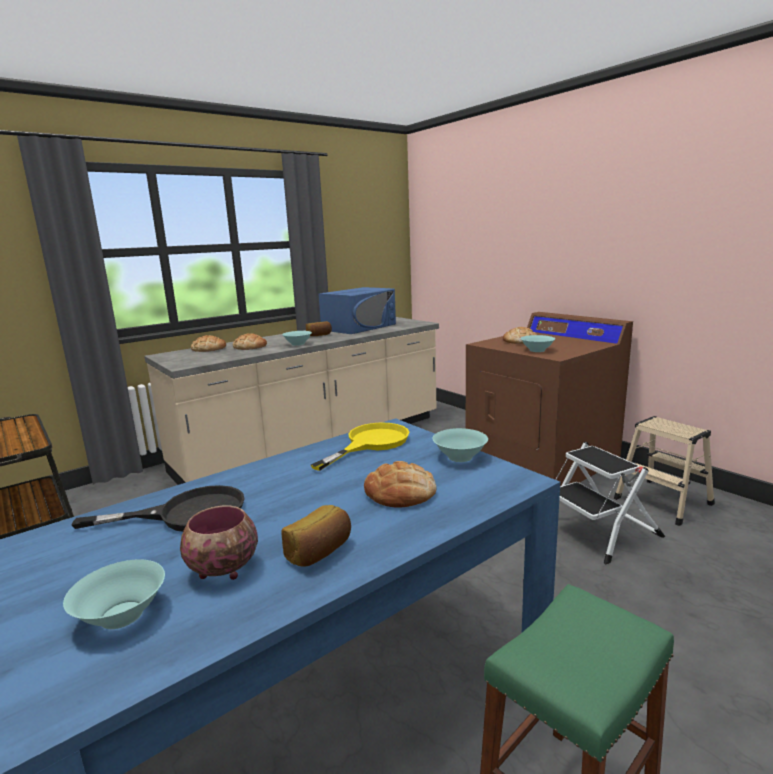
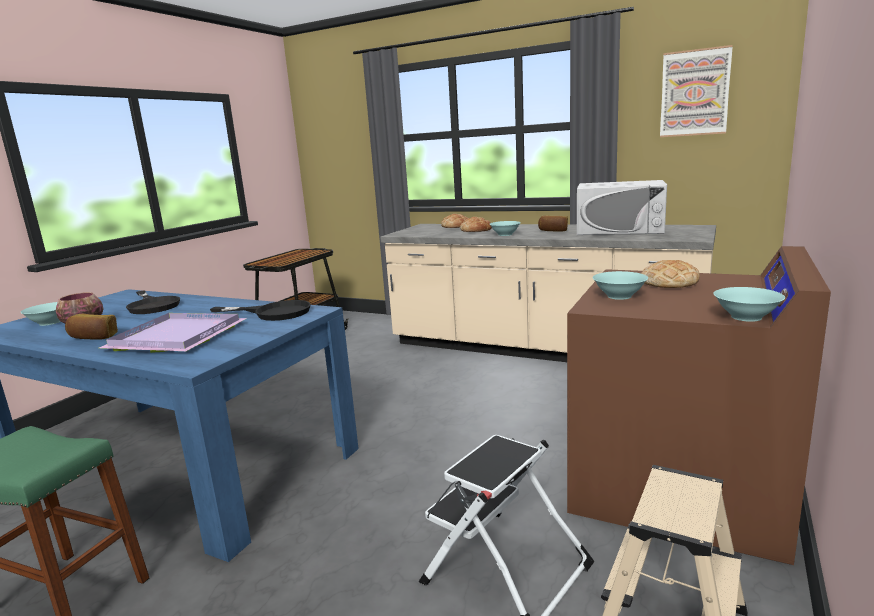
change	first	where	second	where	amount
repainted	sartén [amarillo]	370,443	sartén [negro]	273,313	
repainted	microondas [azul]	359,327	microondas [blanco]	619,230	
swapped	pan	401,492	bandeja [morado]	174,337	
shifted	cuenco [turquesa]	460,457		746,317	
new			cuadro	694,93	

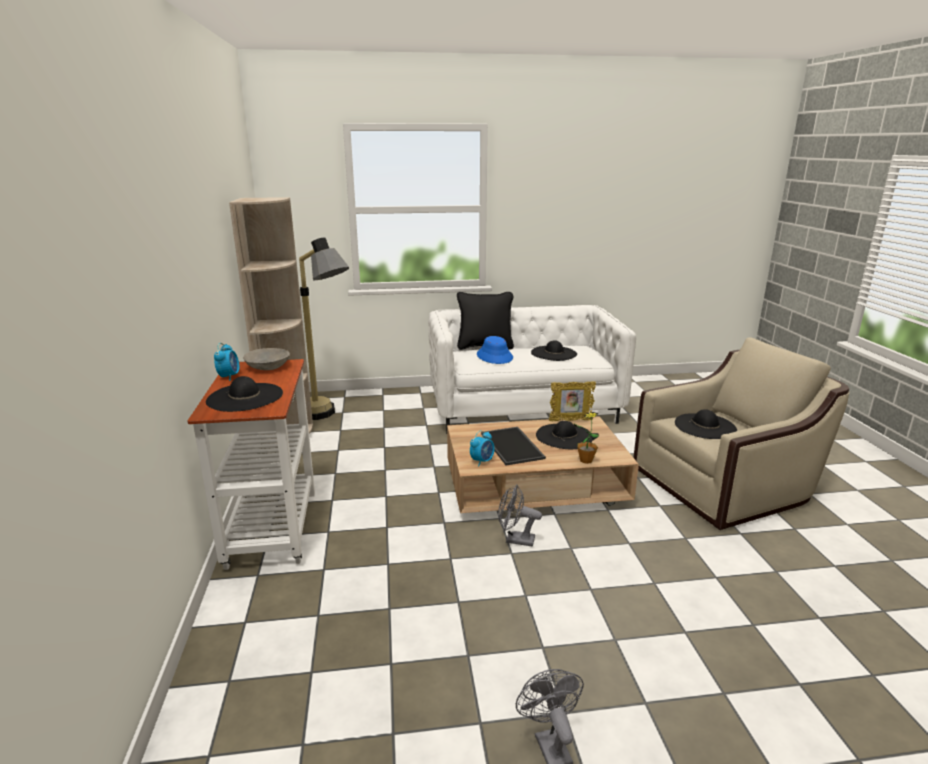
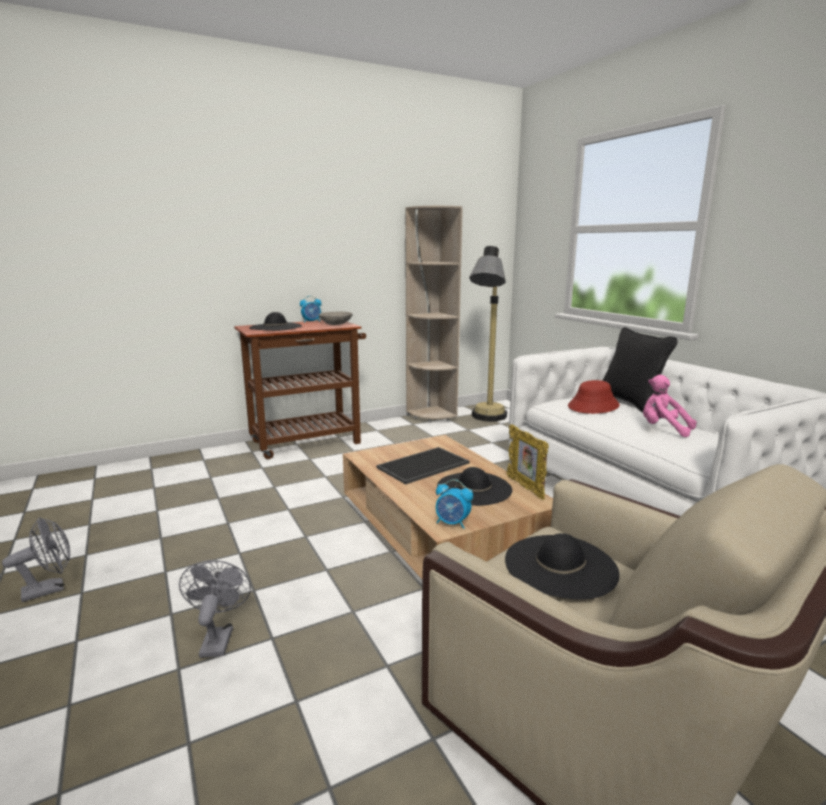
change	first	where	second	where	amount
repainted	carrito [blanco]	273,527	carrito [marrón]	307,442	
shifted	despertador	482,461		452,523	
repainted	sombrero [azul]	495,356	sombrero [rojo]	593,406	
shifted	ventilador [gris]	515,540		218,638	
swapped	sombrero [negro]	553,353	peluche [rosa]	663,429	
gone	planta en maceta	586,460			

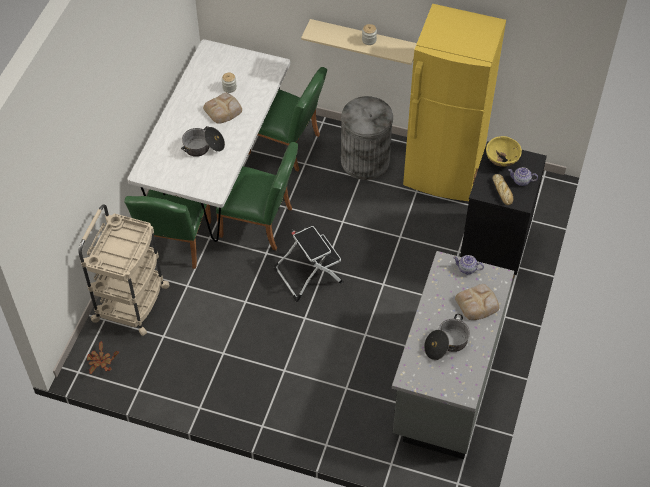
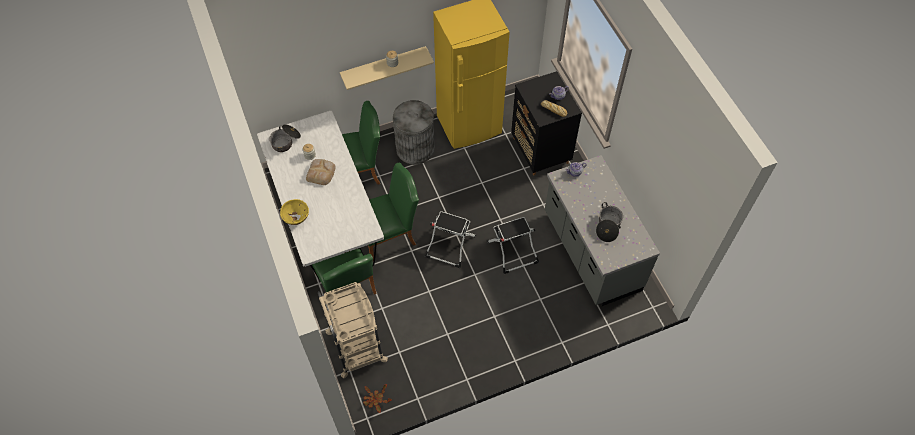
change	first	where	second	where	amount
shifted	olla	203,147		286,141	
gone	pan	478,304			
shifted	cuenco [amarillo]	501,160		296,218	
new			escalera de tijera	513,250	

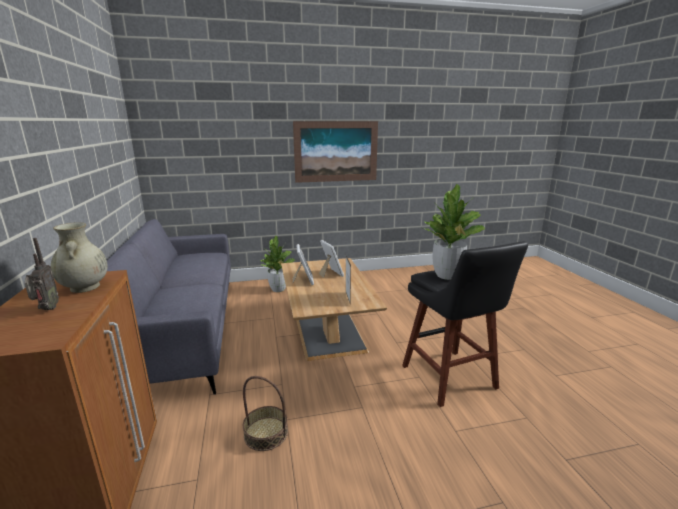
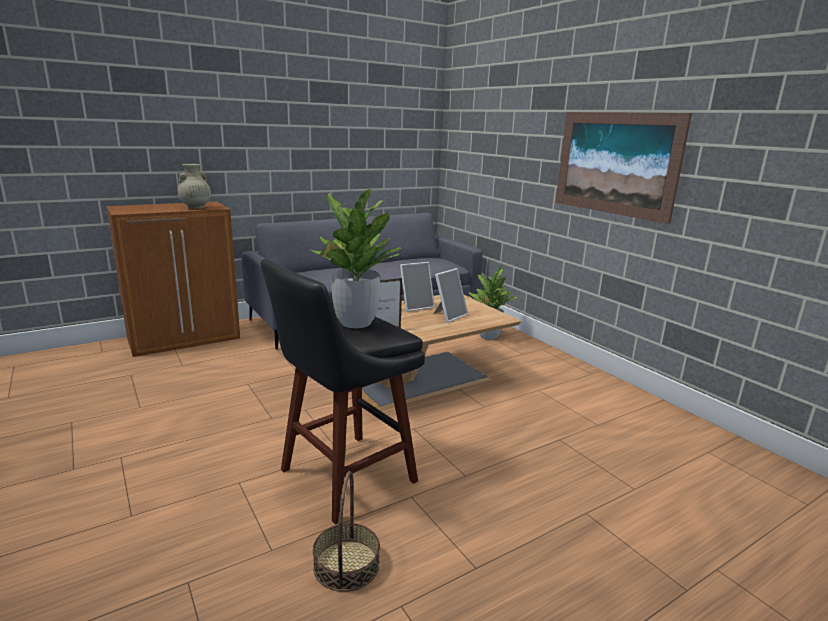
change	first	where	second	where	amount
gone	radio	47,309			
shifted	cesta	266,433		346,565	

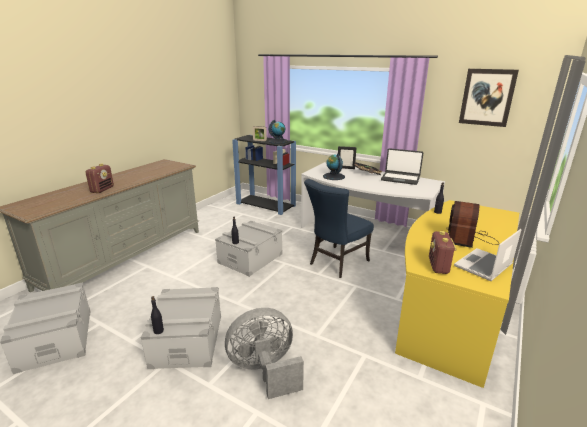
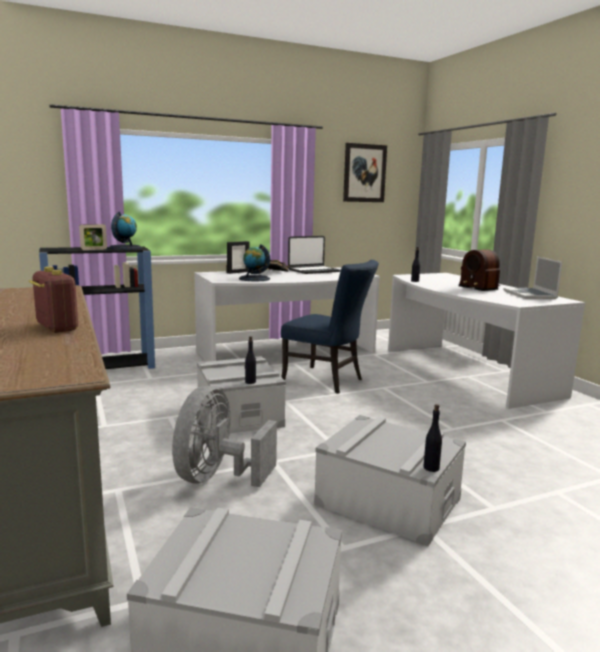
change	first	where	second	where	amount
shifted	ventilador [gris]	265,371		217,478	
rotated	silla [azul]	336,263		327,381	45 degrees counterclockwise
repainted	escritorio [amarillo]	449,309	escritorio [blanco]	463,372	
gone	radio	438,266			

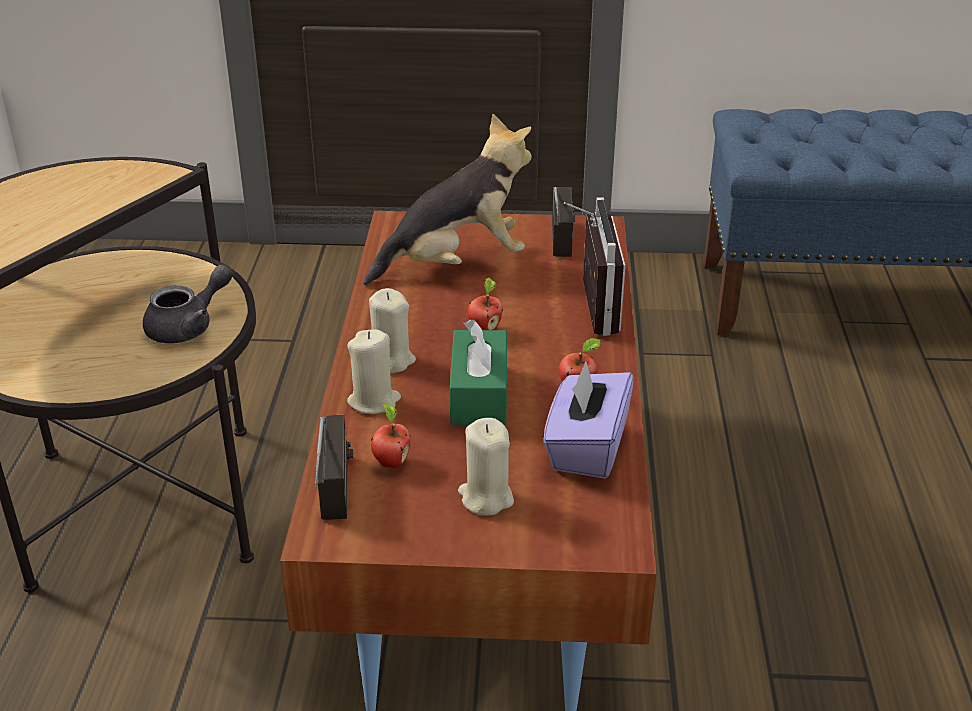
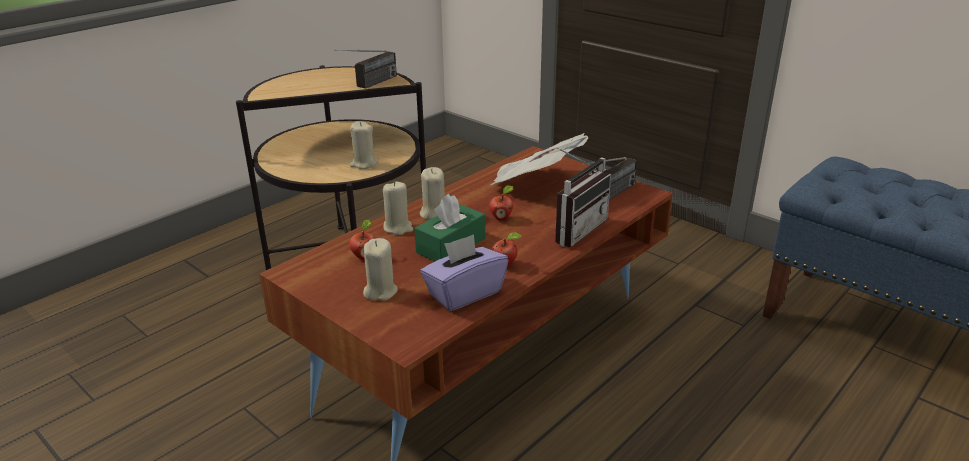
change	first	where	second	where	amount
swapped	tetera [gris]	189,327	vela [beis]	363,164	
shifted	radio	337,504		369,84	
swapped	peluche	456,263	periódico	536,183	

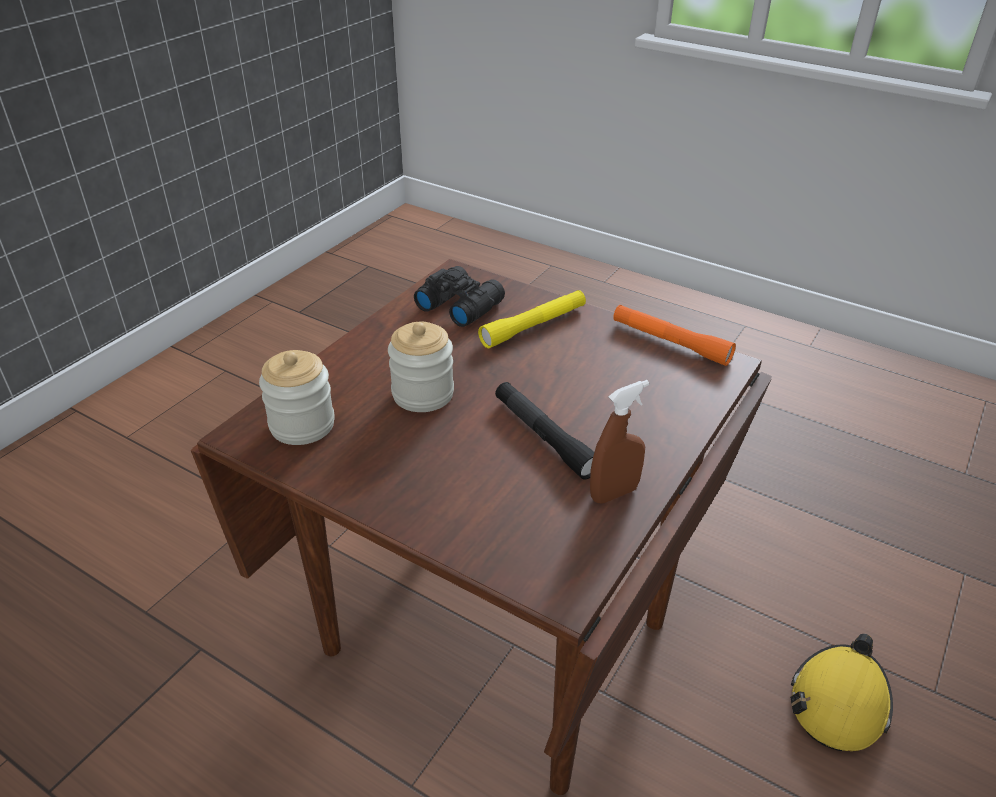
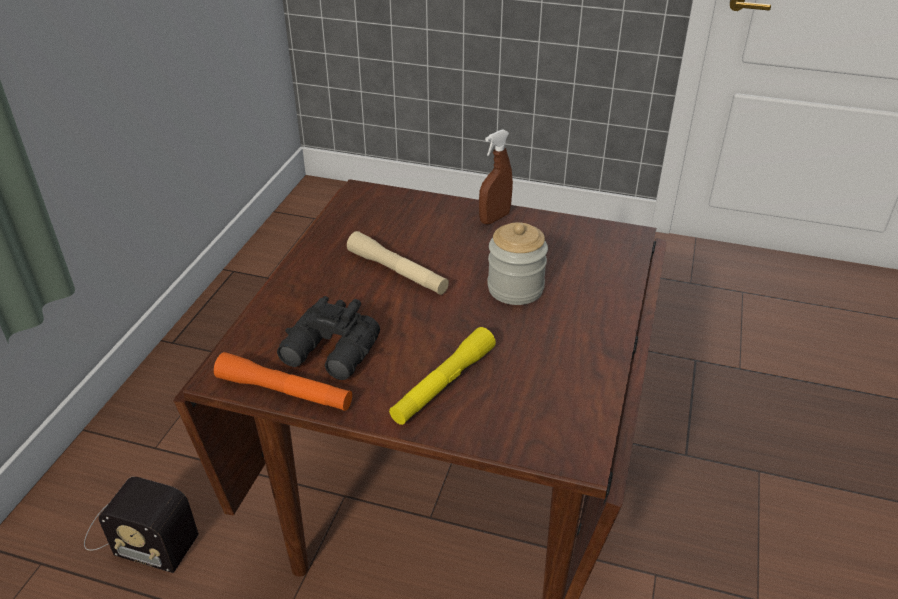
change	first	where	second	where	amount
gone	tarro	302,425			
shifted	prismáticos [negro]	459,305		331,353	
repainted	linterna [negro]	544,437	linterna [beis]	397,272	
shifted	pulverizador [marrón]	614,493		494,218	
swapped	casco [amarillo]	839,702	radio	138,533	

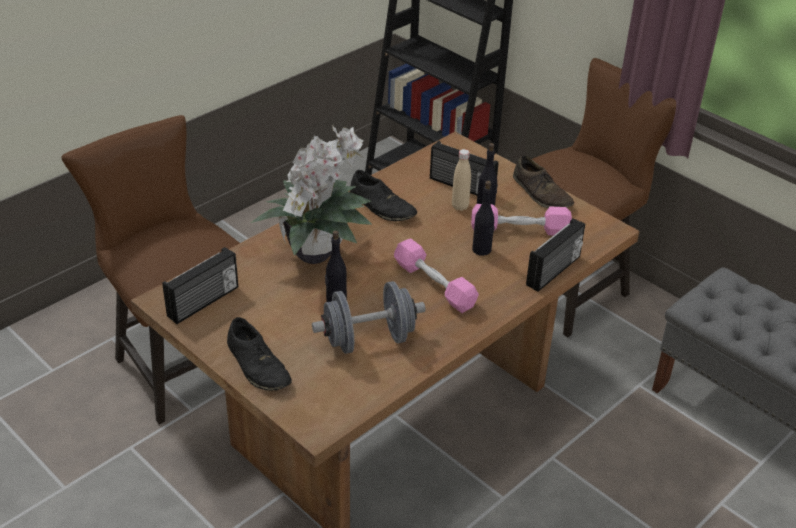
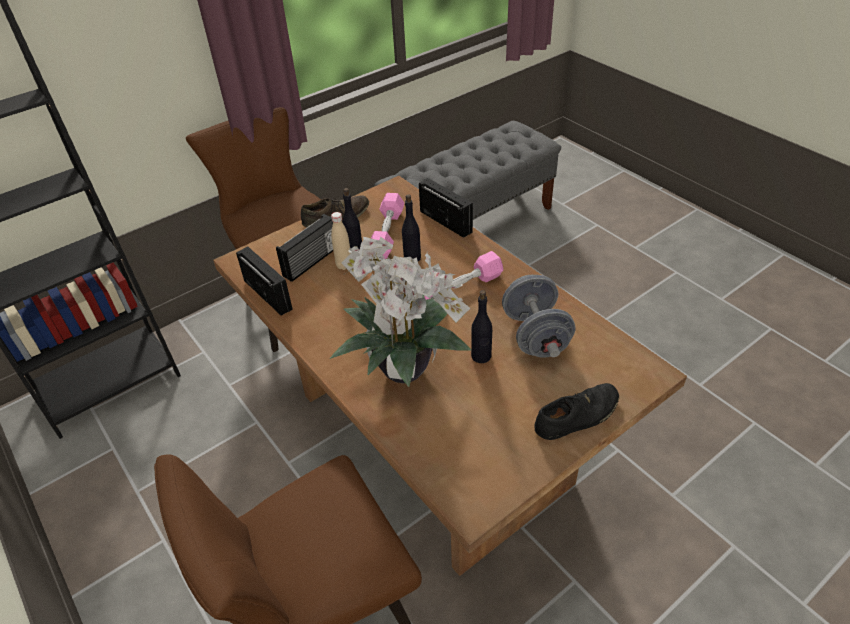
change	first	where	second	where	amount
shifted	radio	204,302		269,294	
gone	zapato [negro]	382,206			

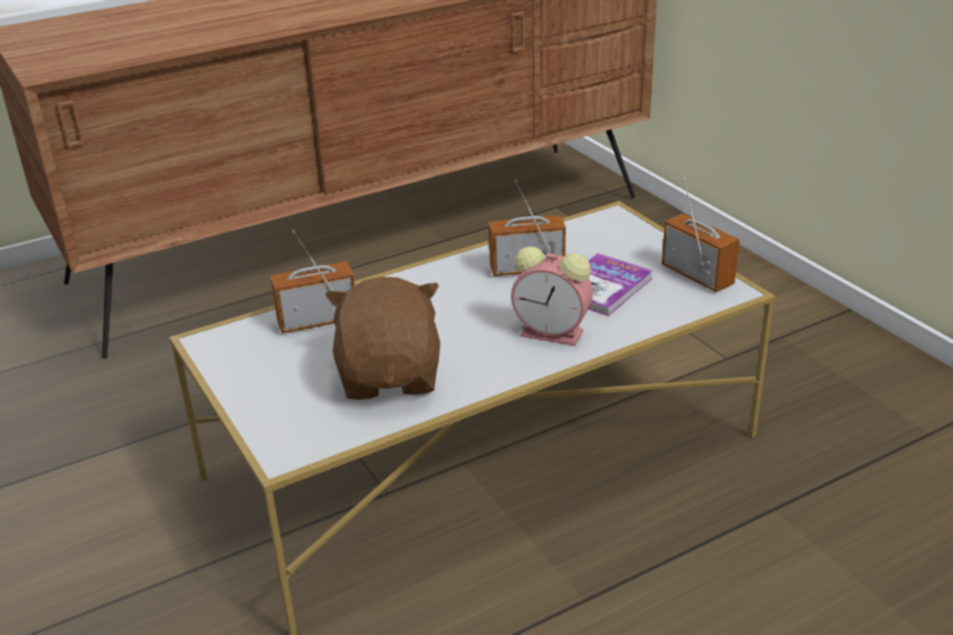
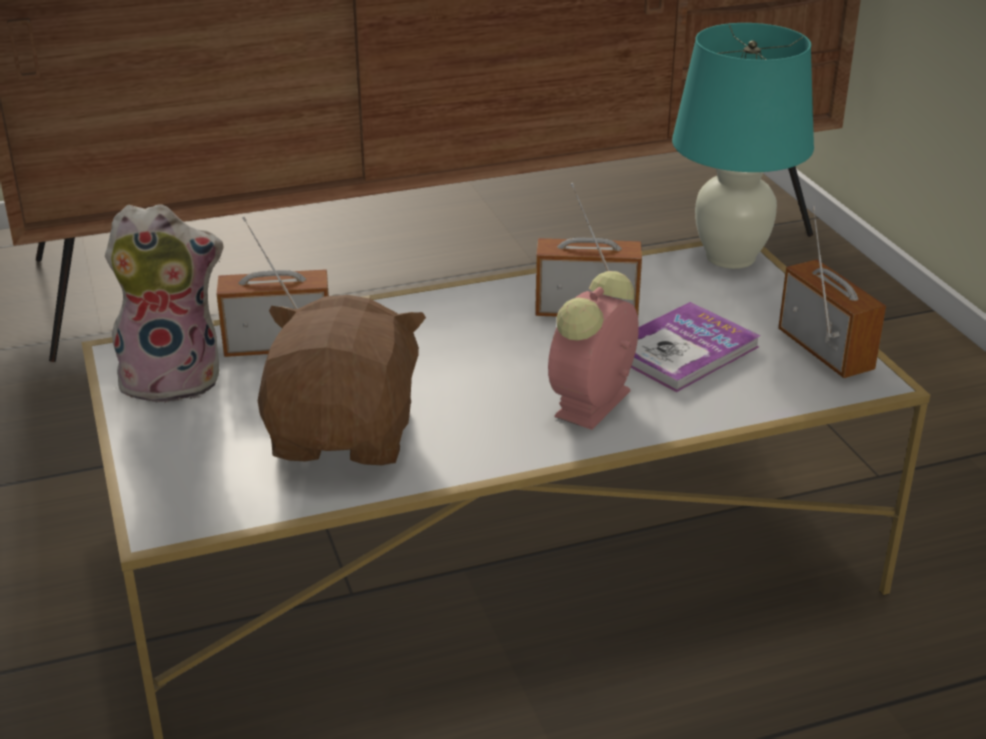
change	first	where	second	where	amount
rotated	despertador	554,333		592,406	90 degrees clockwise
new			peluche	174,379	
new			lámpara de mesa [turquesa]	730,257	

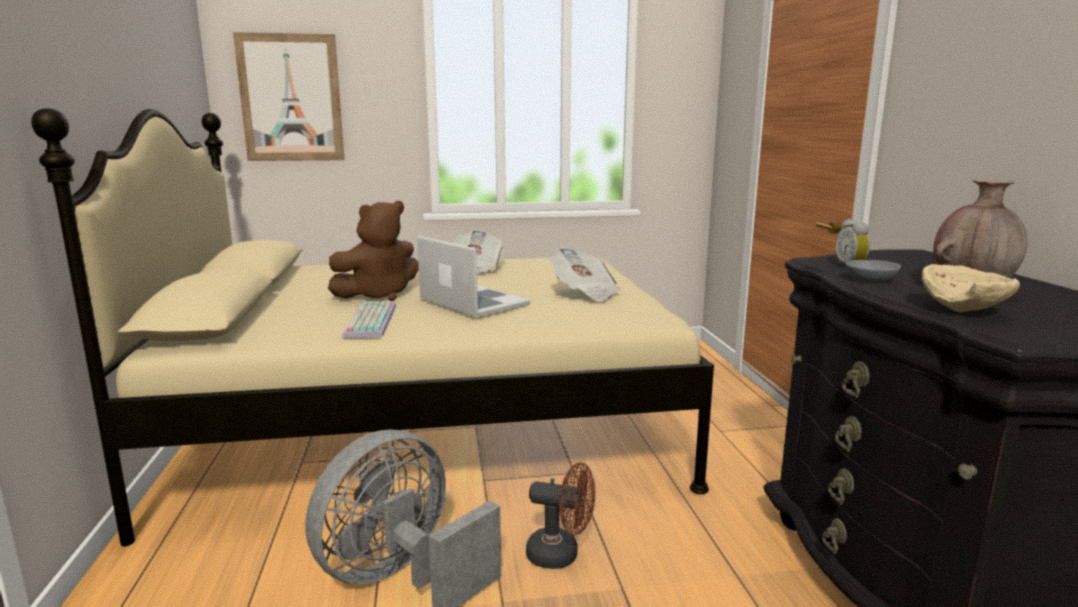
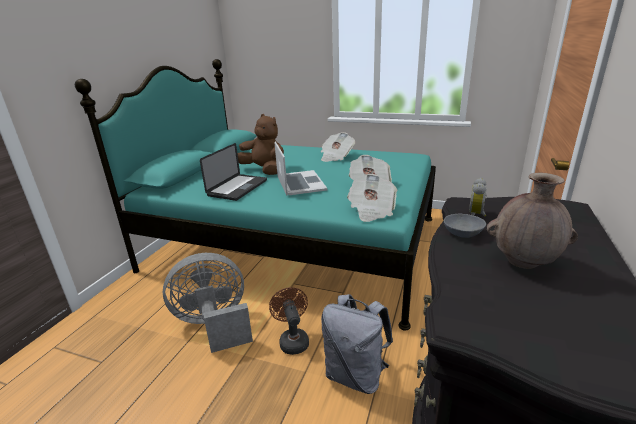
change	first	where	second	where	amount
repainted	cama [beis]	431,426	cama [turquesa]	295,243	
gone	cuadro	291,98			
rotated	peluche [marrón]	378,295		264,170	135 degrees counterclockwise
swapped	teclado	369,320	portátil	238,188	
rotated	ventilador [marrón]	561,555		292,340	150 degrees counterclockwise
gone	cuenco [beis]	965,311			
new			mochila [gris]	356,375	
new			periódico	371,210	

